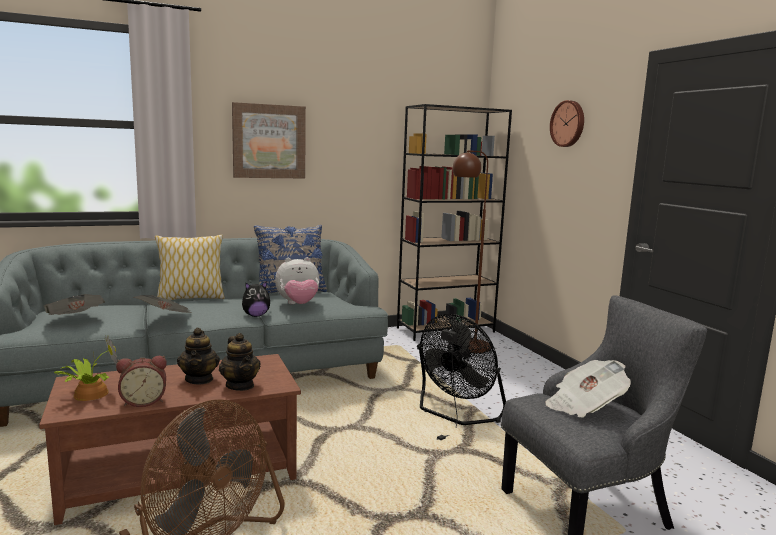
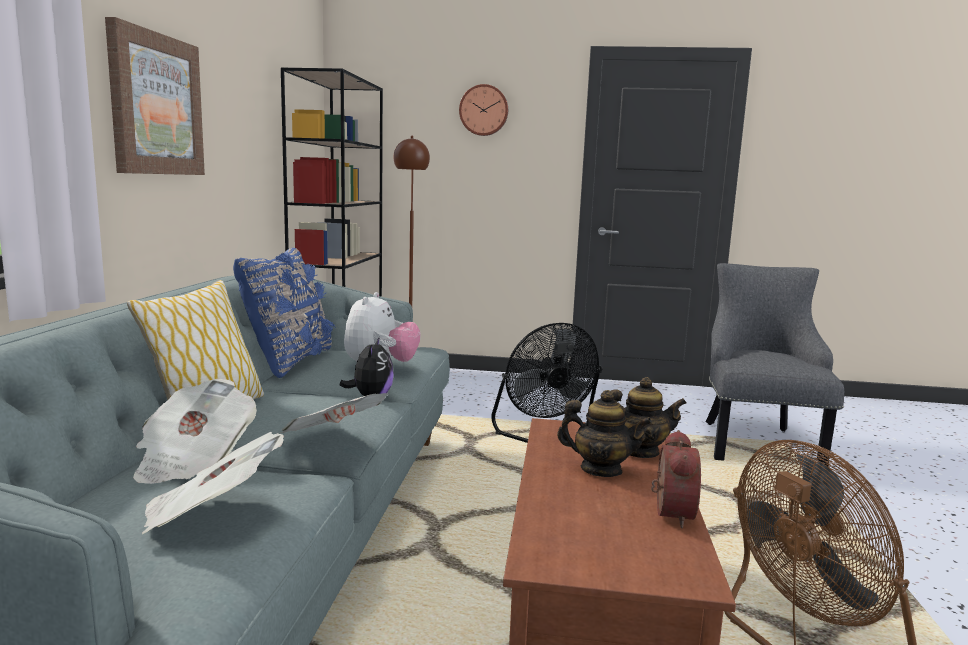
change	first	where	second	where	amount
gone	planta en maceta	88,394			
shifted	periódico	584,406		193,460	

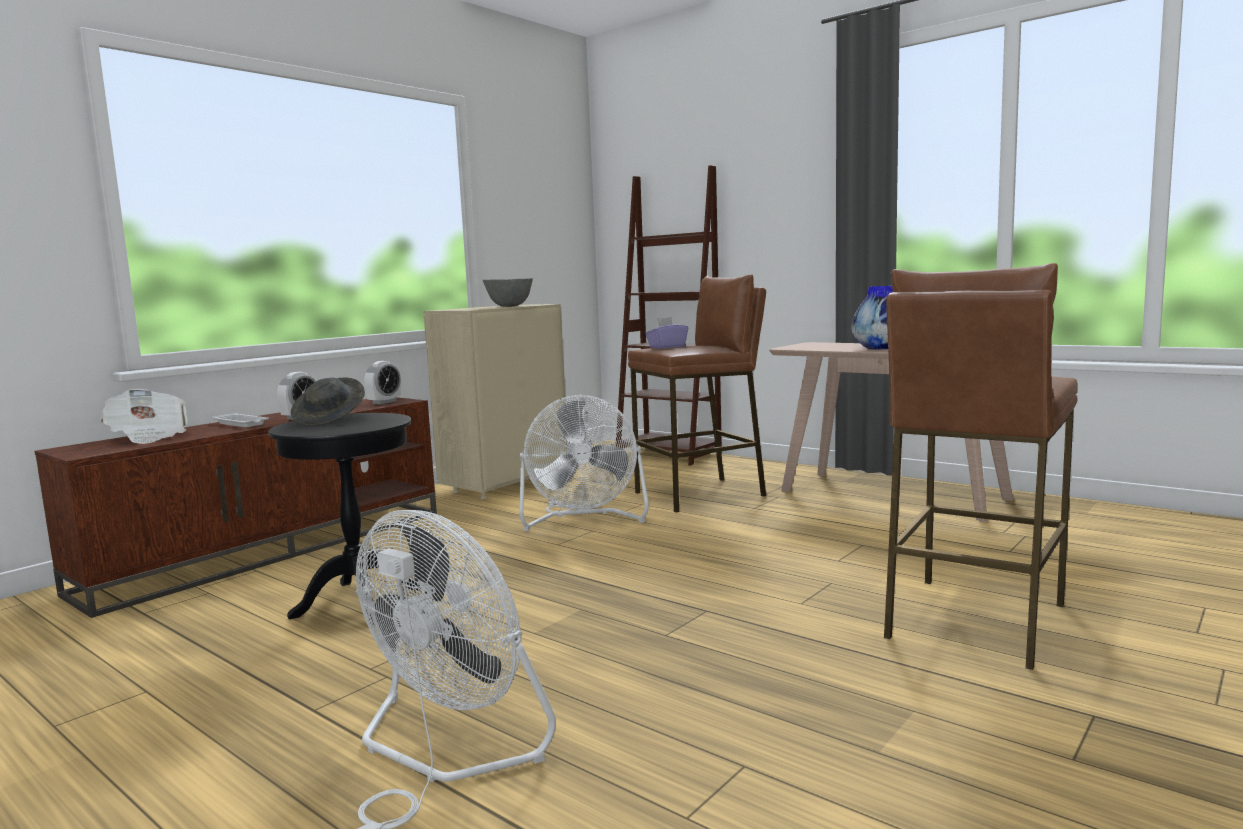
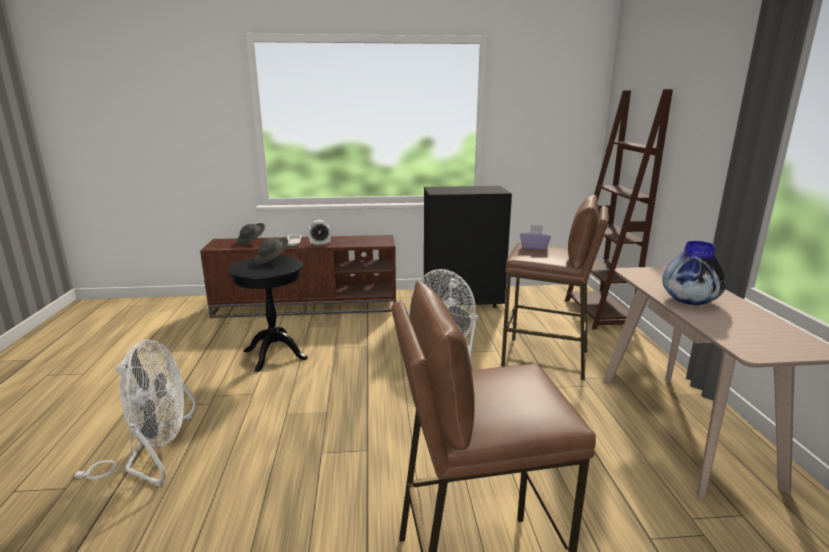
change	first	where	second	where	amount
swapped	periódico	148,437	sombrero [gris]	251,241	
gone	despertador	384,402			
repainted	armario [beis]	506,484	armario [negro]	463,302	
gone	cuenco [gris]	510,306			

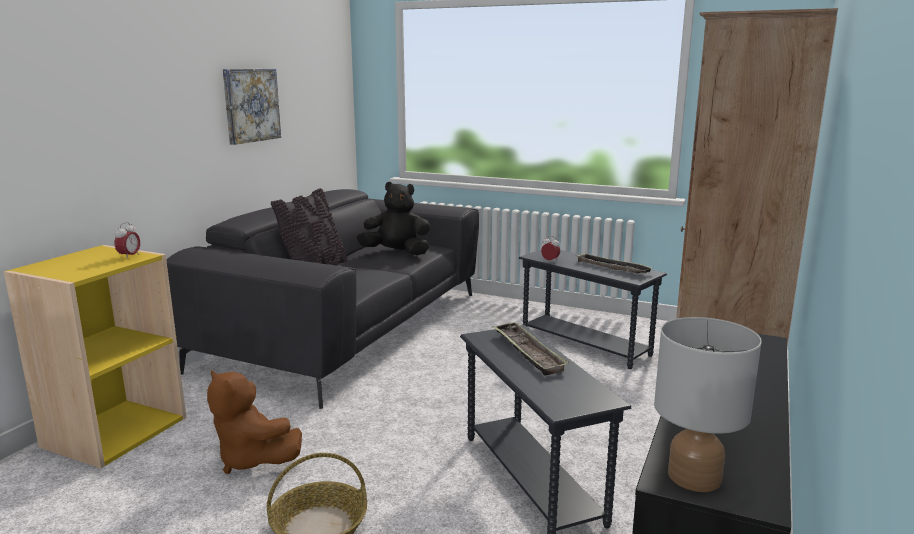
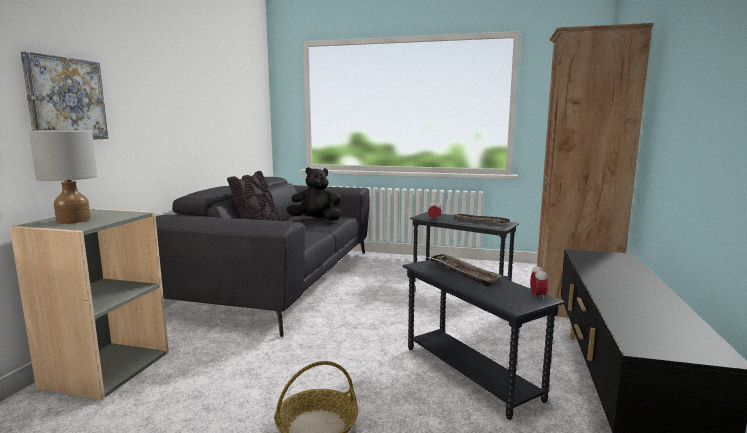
change	first	where	second	where	amount
repainted	estantería [amarillo]	115,430	estantería [gris]	107,368	
shifted	despertador	129,256		537,297	
gone	peluche [marrón]	252,459			
shifted	cuadro	251,105		65,99	
shifted	lámpara de mesa [gris]	694,477		73,220	

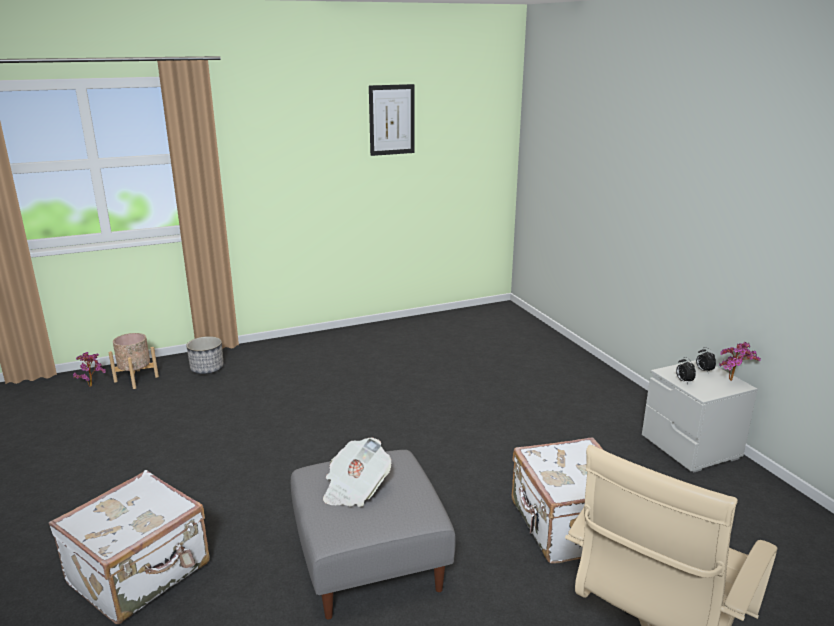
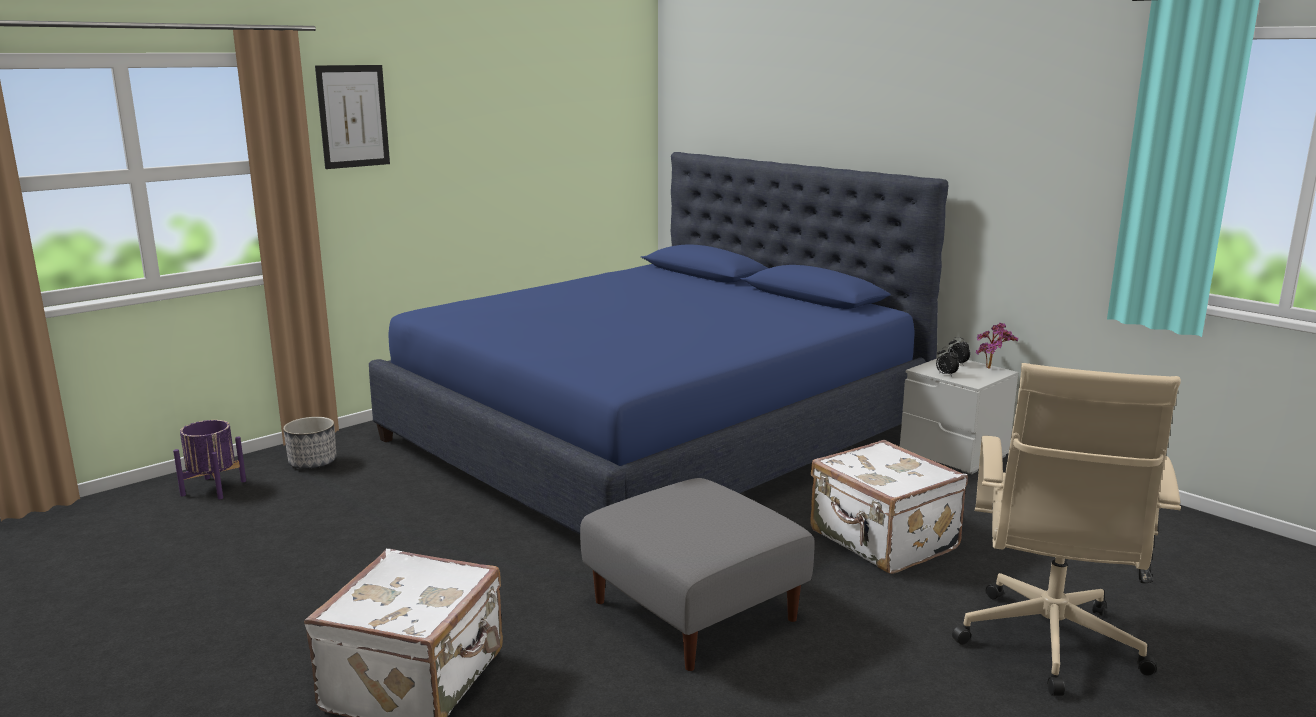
change	first	where	second	where	amount
gone	planta en maceta	92,385			
repainted	maceta [beis]	136,379	maceta [morado]	214,488	
gone	periódico	355,489			
shifted	cuadro	392,120		353,116	
new			cama [azul]	655,435	

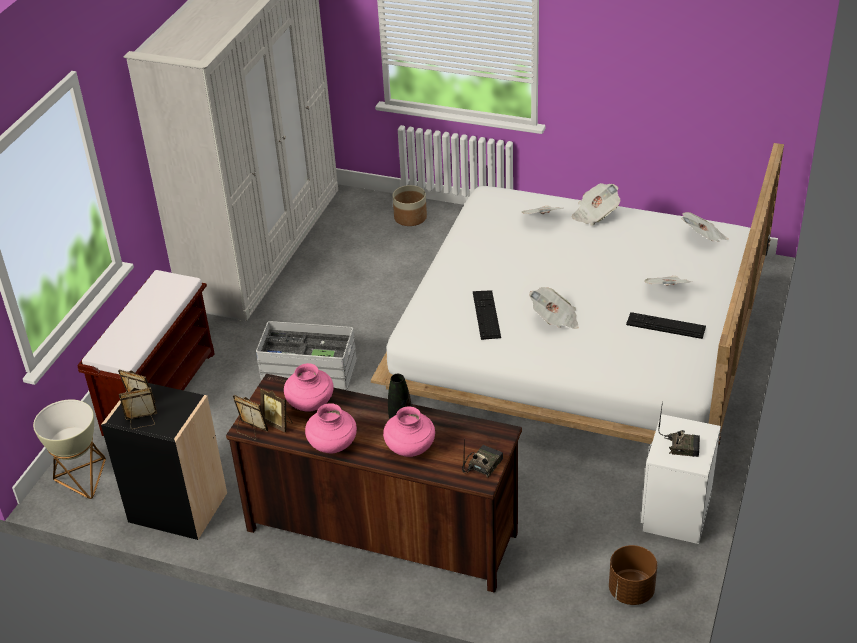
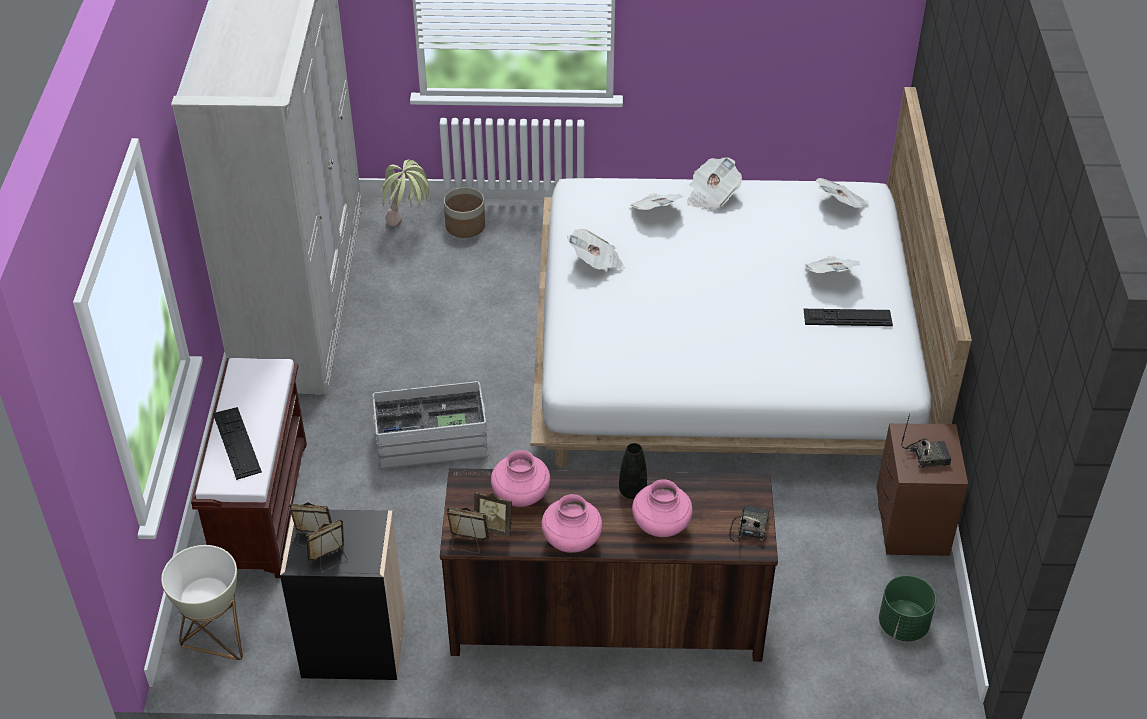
change	first	where	second	where	amount
shifted	teclado	486,314		237,443	
shifted	periódico	555,319		596,262	
repainted	maceta [marrón]	631,591	maceta [verde]	903,625	
repainted	mesita de noche [blanco]	674,513	mesita de noche [marrón]	910,526	
new			planta en maceta	408,230	

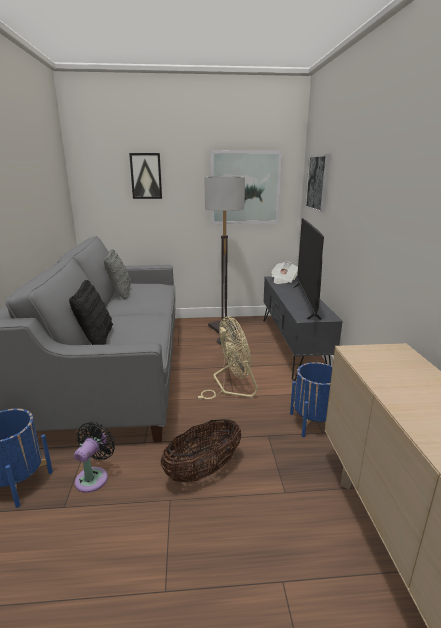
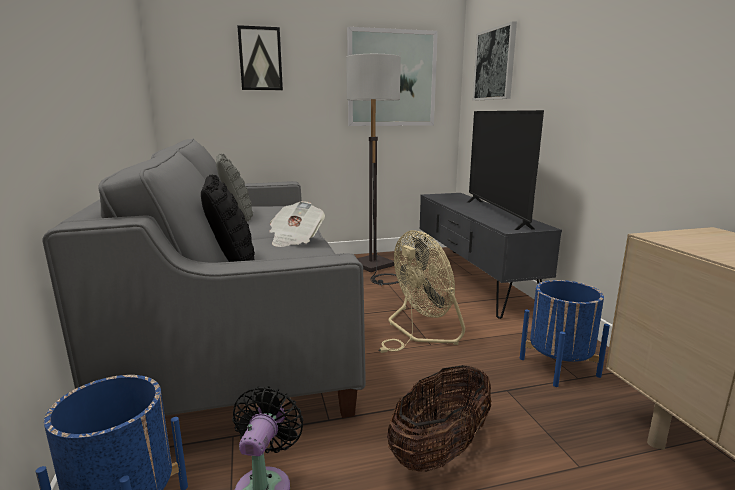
change	first	where	second	where	amount
shifted	periódico	283,280		295,239	

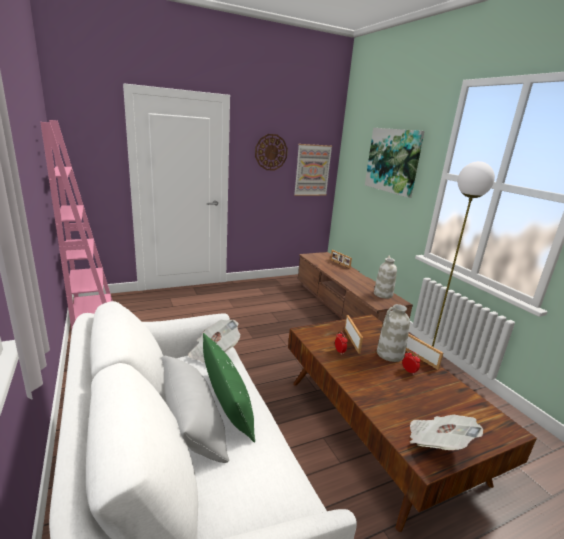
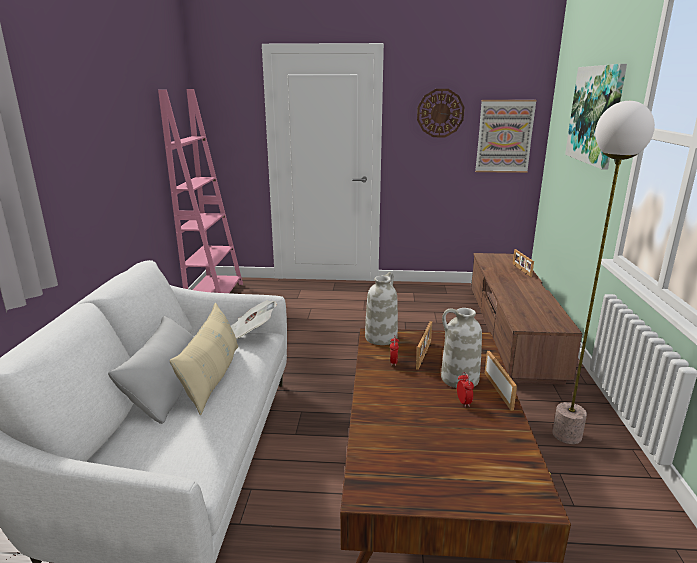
change	first	where	second	where	amount
repainted	cojín [verde]	227,402	cojín [beis]	212,377	
shifted	florero [blanco]	383,294		381,337	
gone	periódico	437,443			

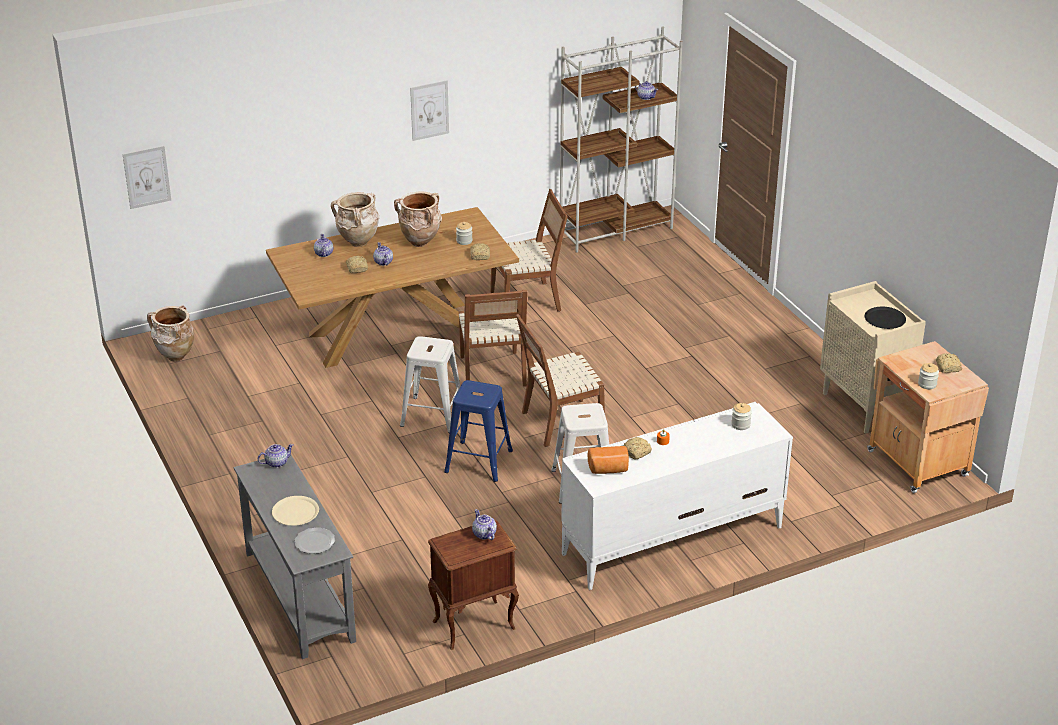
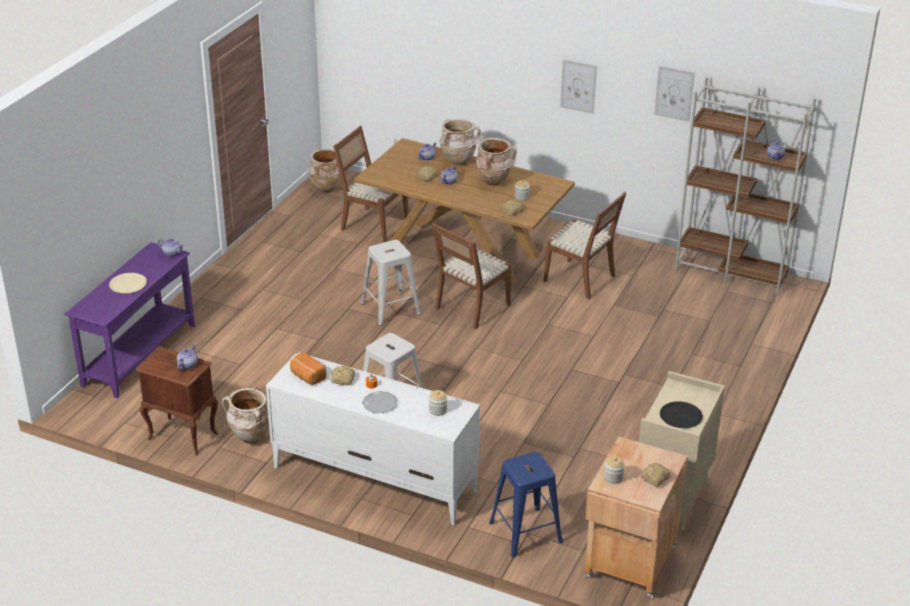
change	first	where	second	where	amount
shifted	cuadro	147,177		674,93	
repainted	mesa consola [gris]	299,596	mesa consola [morado]	139,355	
shifted	plato	314,542		379,403	
shifted	taburete [azul]	479,461		525,532	
shifted	silla	559,423		372,224	
new			florero [beis]	250,438	

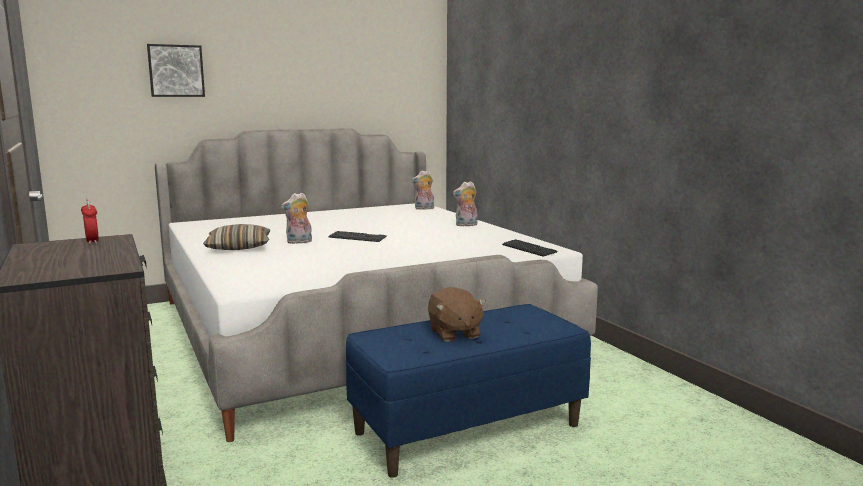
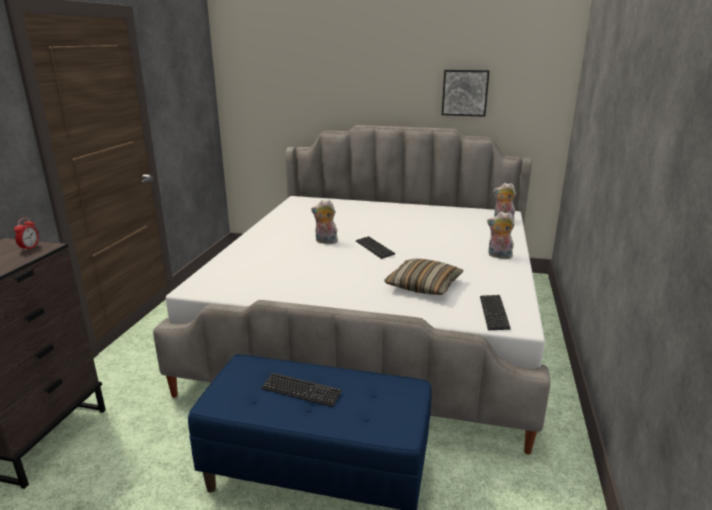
change	first	where	second	where	amount
shifted	cuadro	176,71		465,92	
shifted	cojín	239,247		423,285	
swapped	peluche [marrón]	454,333	teclado	301,391	

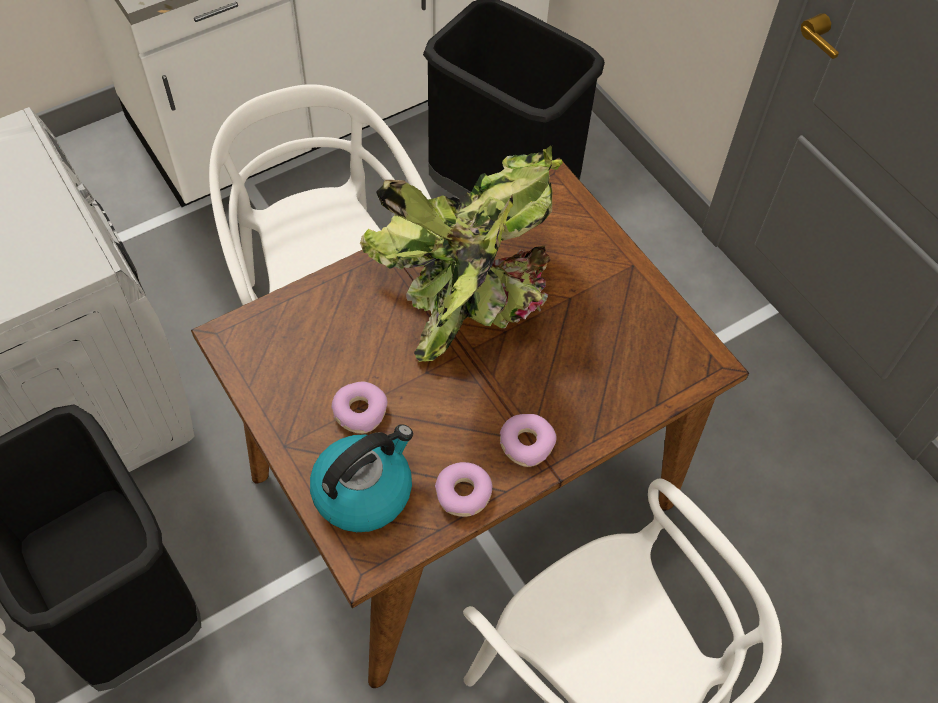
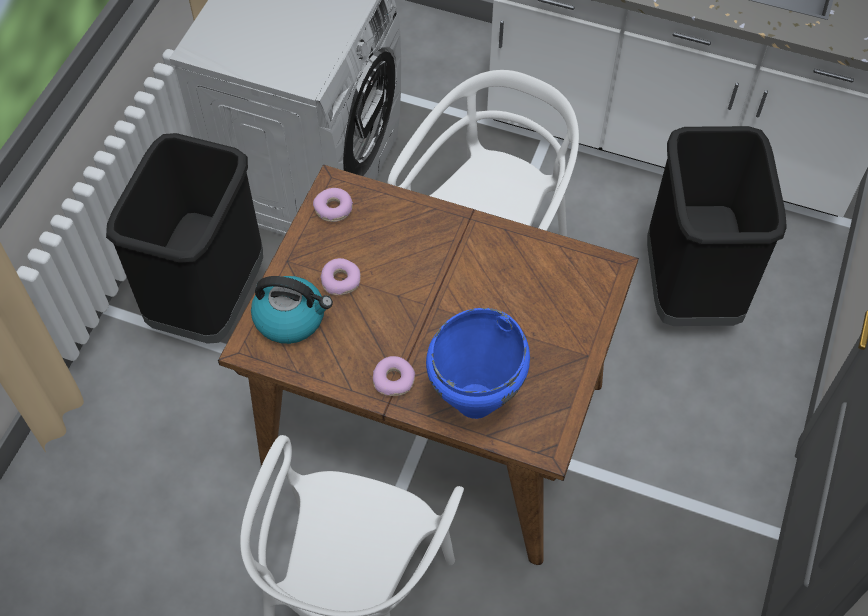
change	first	where	second	where	amount
gone	planta en maceta	469,291			
shifted	rosquilla	463,493		334,209	
new			olla [azul]	476,401	

